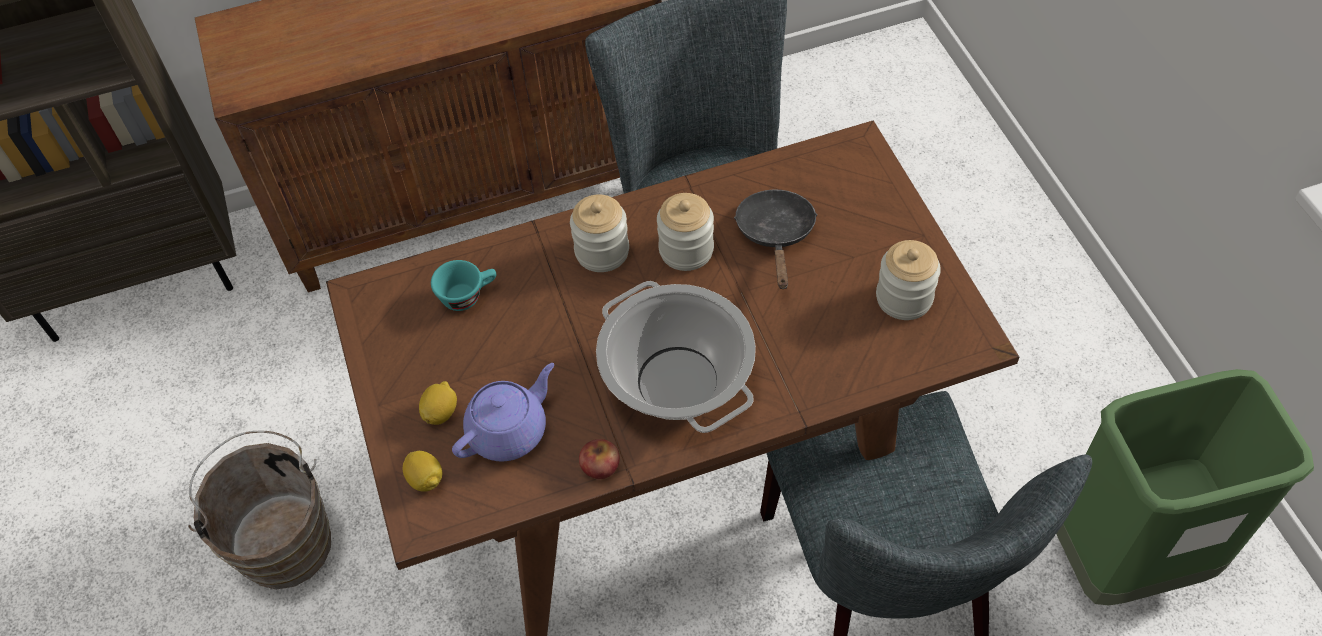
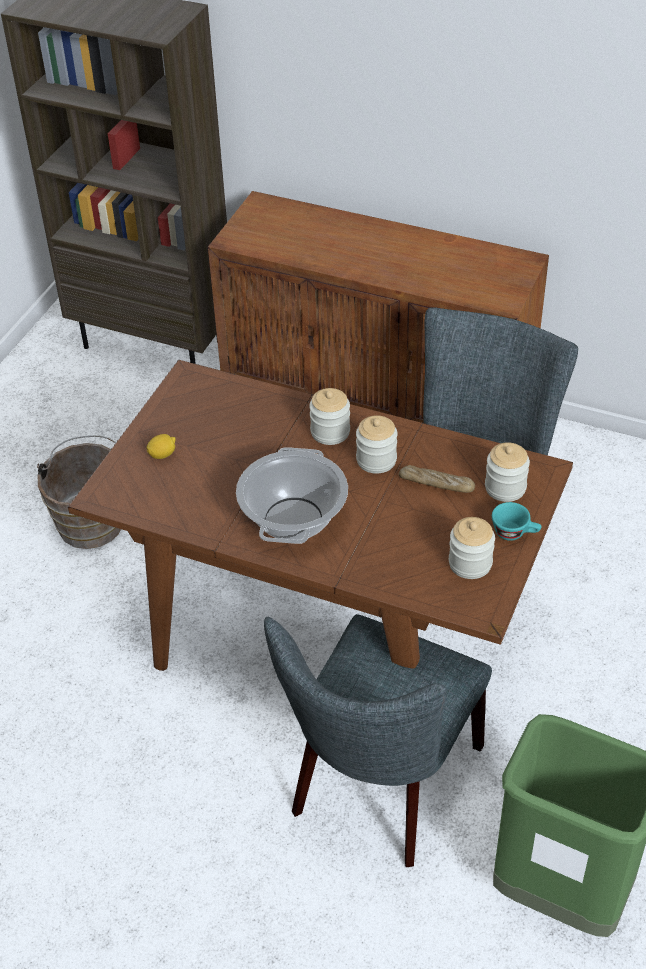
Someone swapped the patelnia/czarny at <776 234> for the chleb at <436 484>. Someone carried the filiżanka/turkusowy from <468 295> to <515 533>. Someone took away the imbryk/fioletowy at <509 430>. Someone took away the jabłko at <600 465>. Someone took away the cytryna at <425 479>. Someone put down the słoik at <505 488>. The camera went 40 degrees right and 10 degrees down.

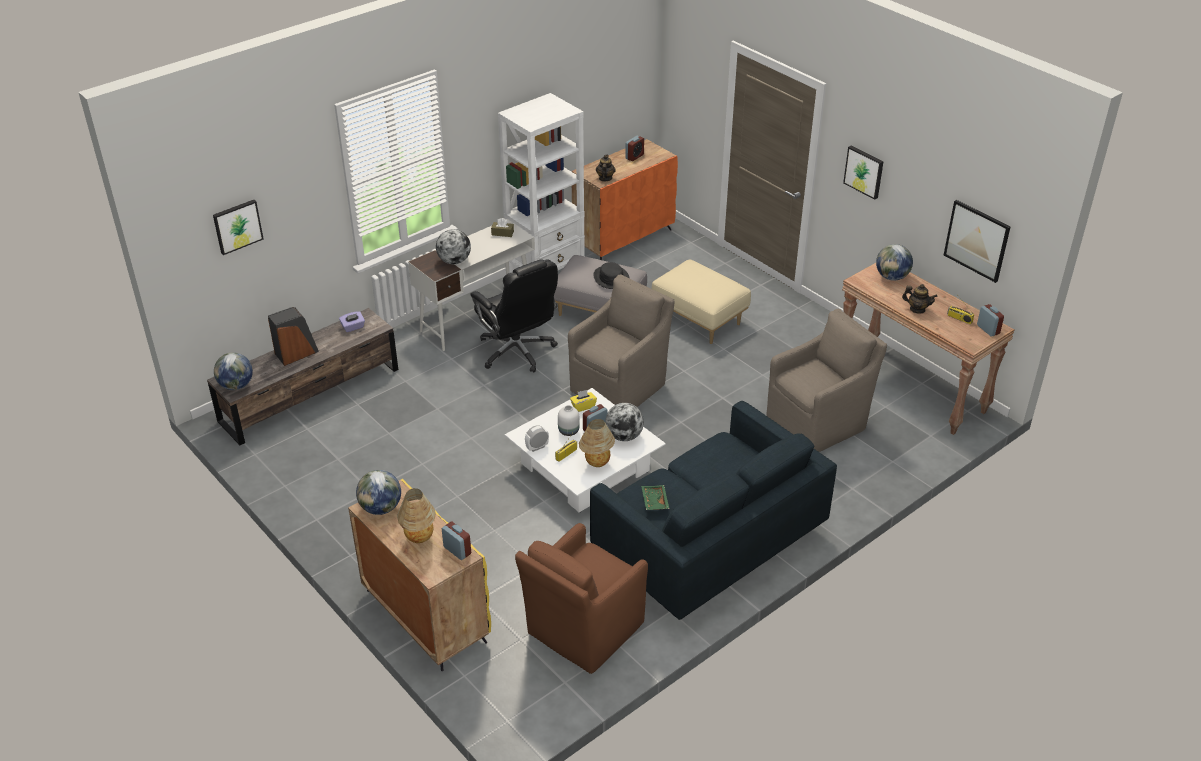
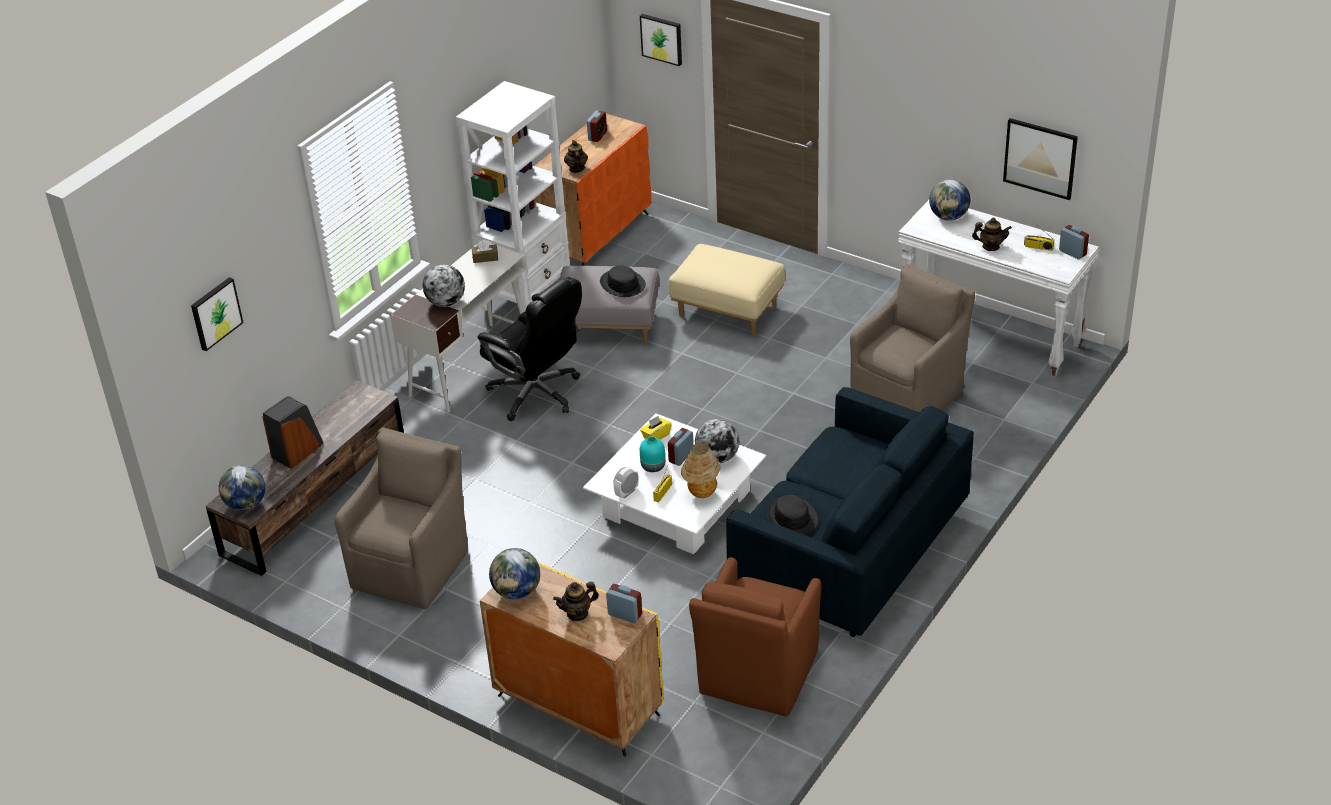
Someone carried the obraz from <864 171> to <662 39>. Someone repainted the stolik konsolowy/brązowy at <911 387>, which became the stolik konsolowy/biały at <991 335>. Someone carried the fotel/brązowy from <620 386> to <412 566>. Someone took away the pudełko chusteczek/fioletowy at <353 327>. Someone repainted the wazon/biały at <568 431>, which became the wazon/turkusowy at <652 467>. Someone swapped the taca/zielony at <654 501> for the kapelusz/czarny at <791 517>. Someone swapped the lampa stołowa at <419 539> for the imbryk at <577 613>. The camera went 15 degrees left and 0 degrees up.

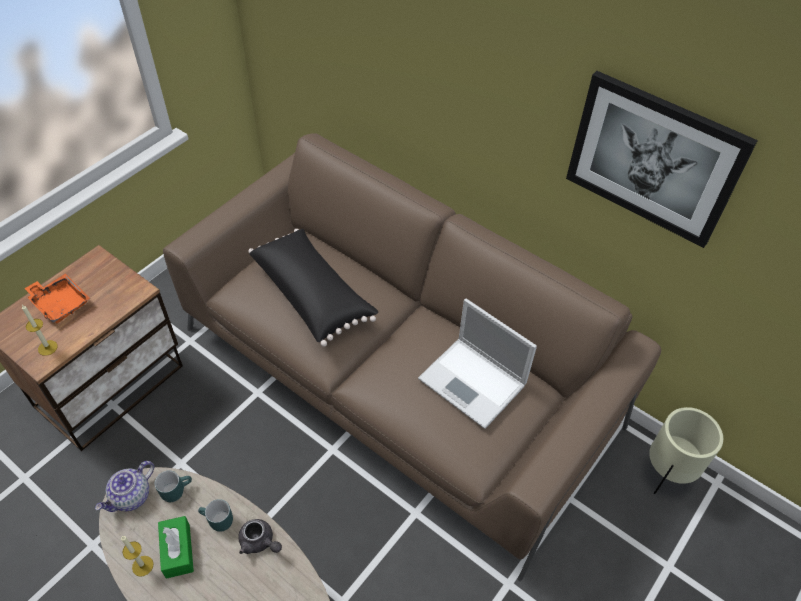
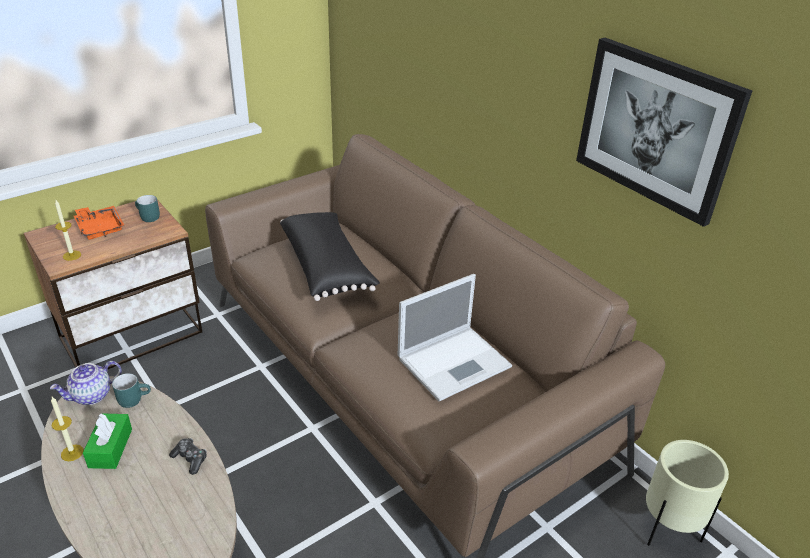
Someone rotated the laptop at <474 383> by 90 degrees counterclockwise. Someone carried the kubek/turkusowy from <217 522> to <147 217>. Someone swapped the imbryk/szary at <259 542> for the pad do gier at <190 459>. The camera went 15 degrees right and 15 degrees down.

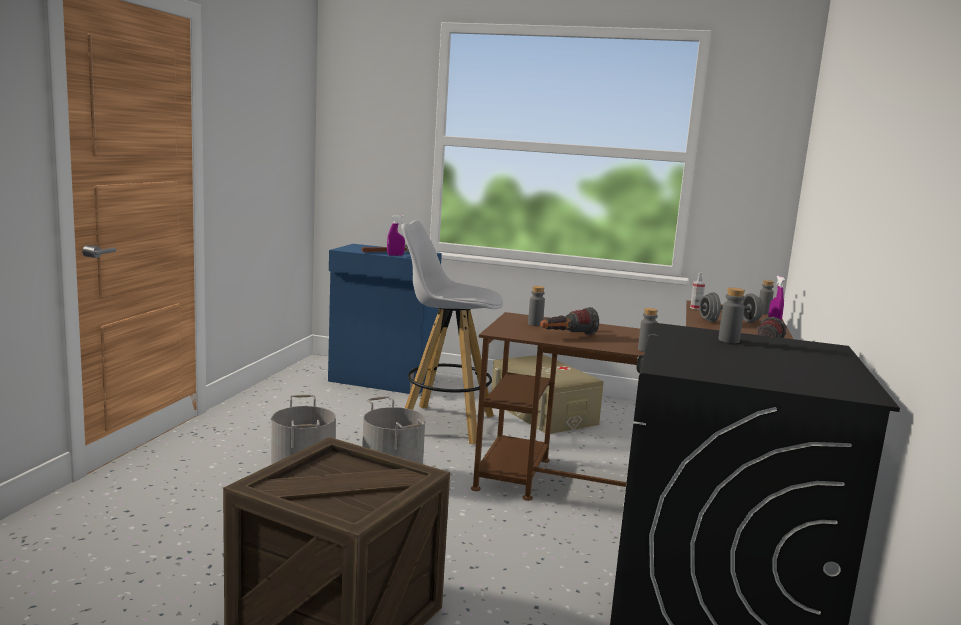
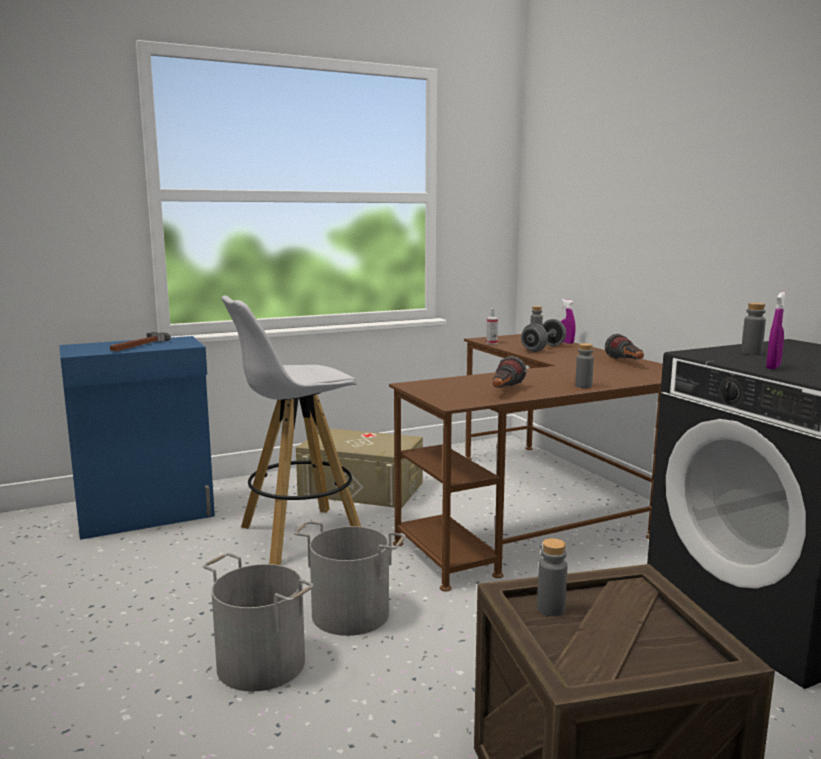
Someone carried the spryskiwacz/fioletowy from <395 255> to <773 367>. Someone carried the butelka/szary from <535 324> to <551 609>. The camera went 40 degrees left and 0 degrees up.

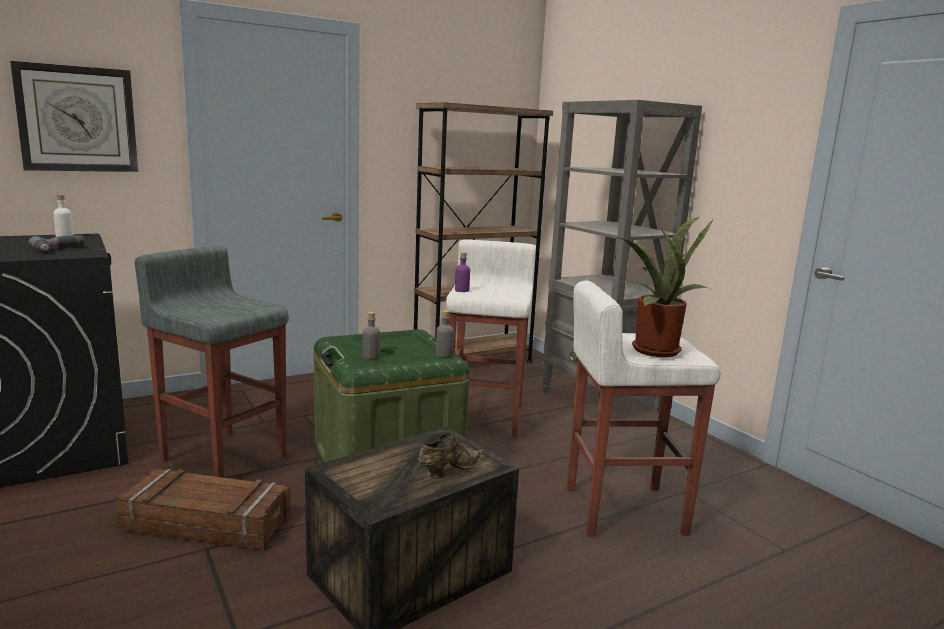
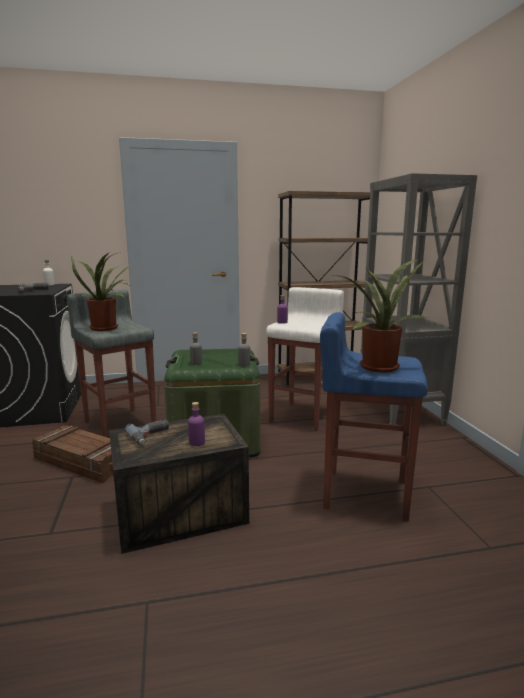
Someone took away the zegar ścienny at <77 119>. Someone repainted the stołek/biały at <621 510>, which became the stołek/niebieski at <364 493>. Someone swapped the but/brązowy at <448 471> for the butelka/fioletowy at <197 442>. Someone put down the roślina doniczkowa at <106 328>. Someone put down the wiertarka at <150 436>. The camera went 20 degrees right and 0 degrees up.

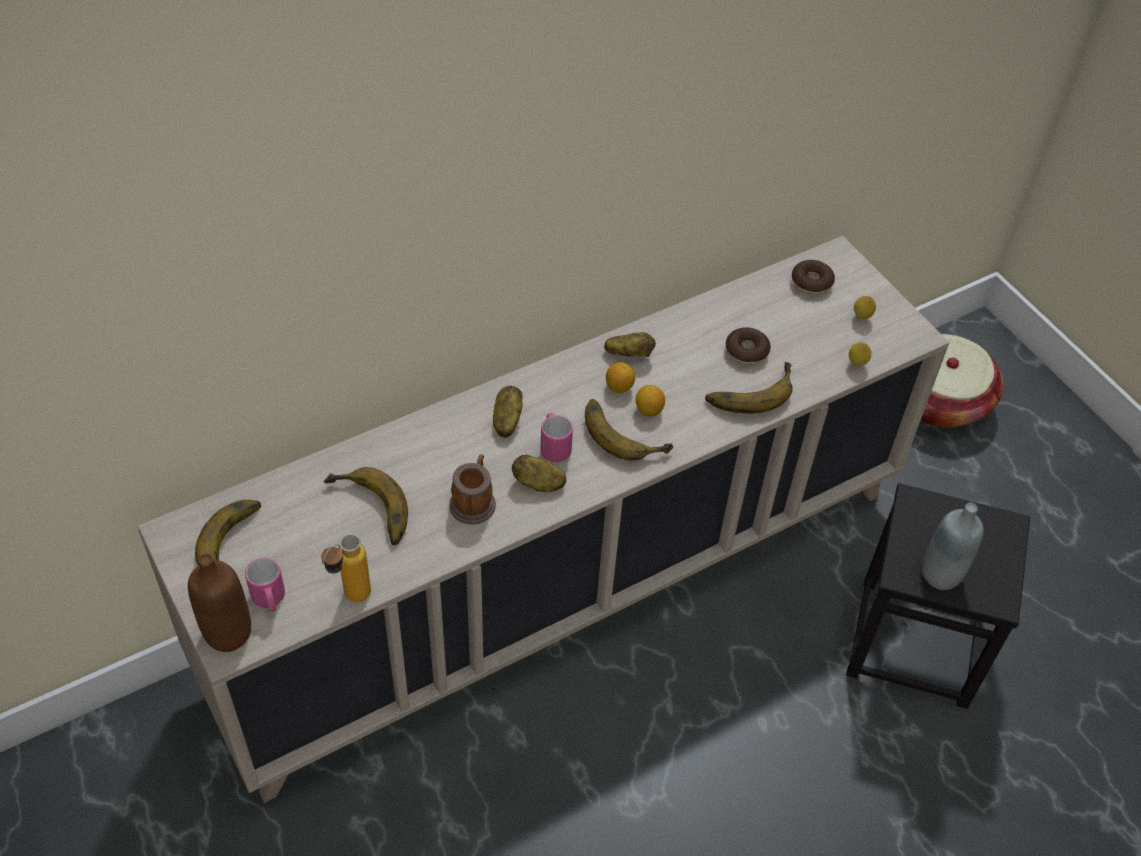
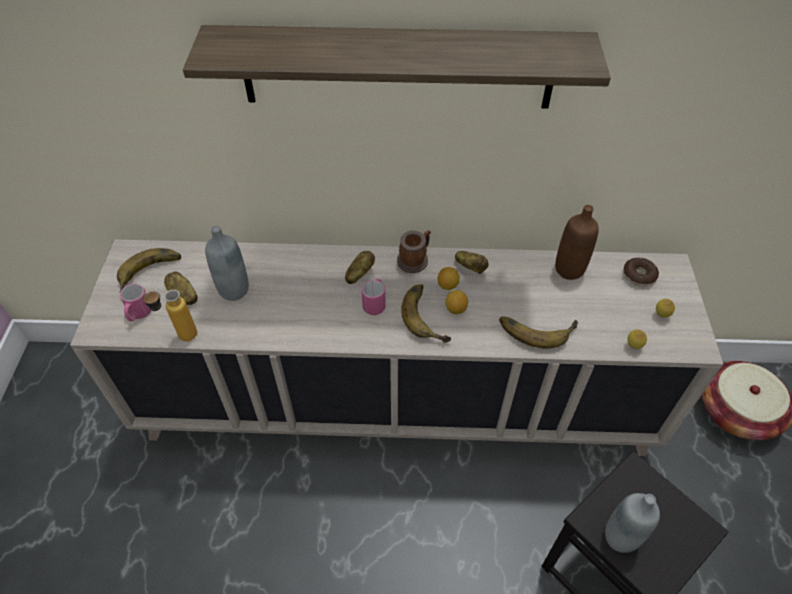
Someone took away the donut at <746 351>. Someone carried the kubek from <474 501> to <415 259>. Someone carried the ziemniak from <538 483> to <183 296>. Someone swapped the banan at <367 512> for the butelka/szary at <234 290>. Someone carried the butelka/brązowy from <228 633> to <569 269>. Someone put up the półka at <397 67>. The camera went 35 degrees right and 0 degrees up.

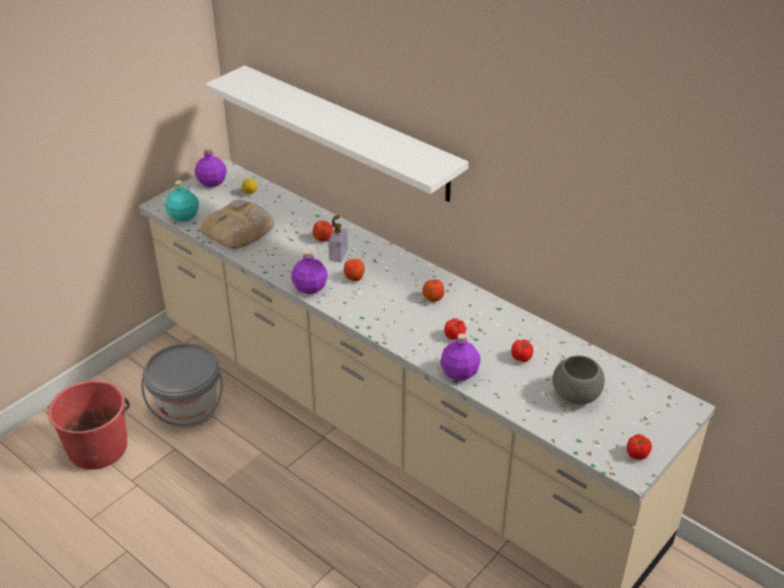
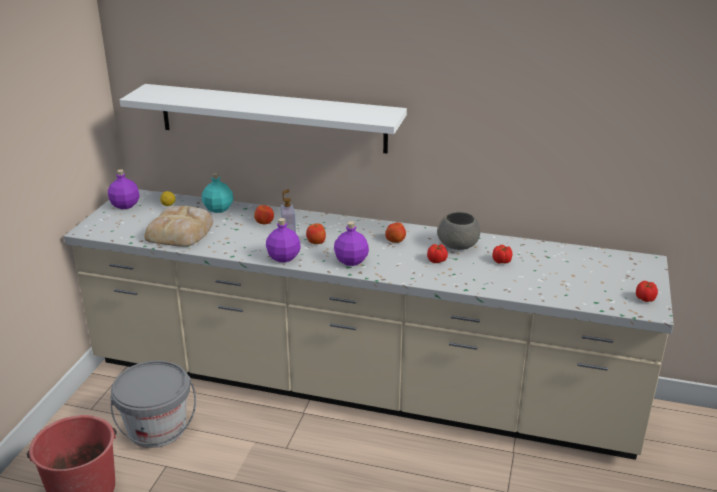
Someone carried the butelka/turkusowy from <184 216> to <218 208>. Someone carried the butelka/fioletowy from <459 372> to <351 260>. Someone carried the miska/szary from <576 395> to <458 245>. The camera went 25 degrees left and 10 degrees down.

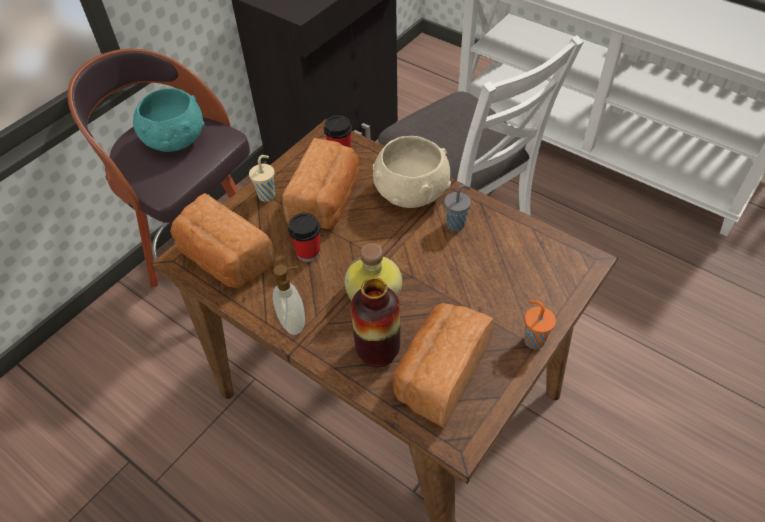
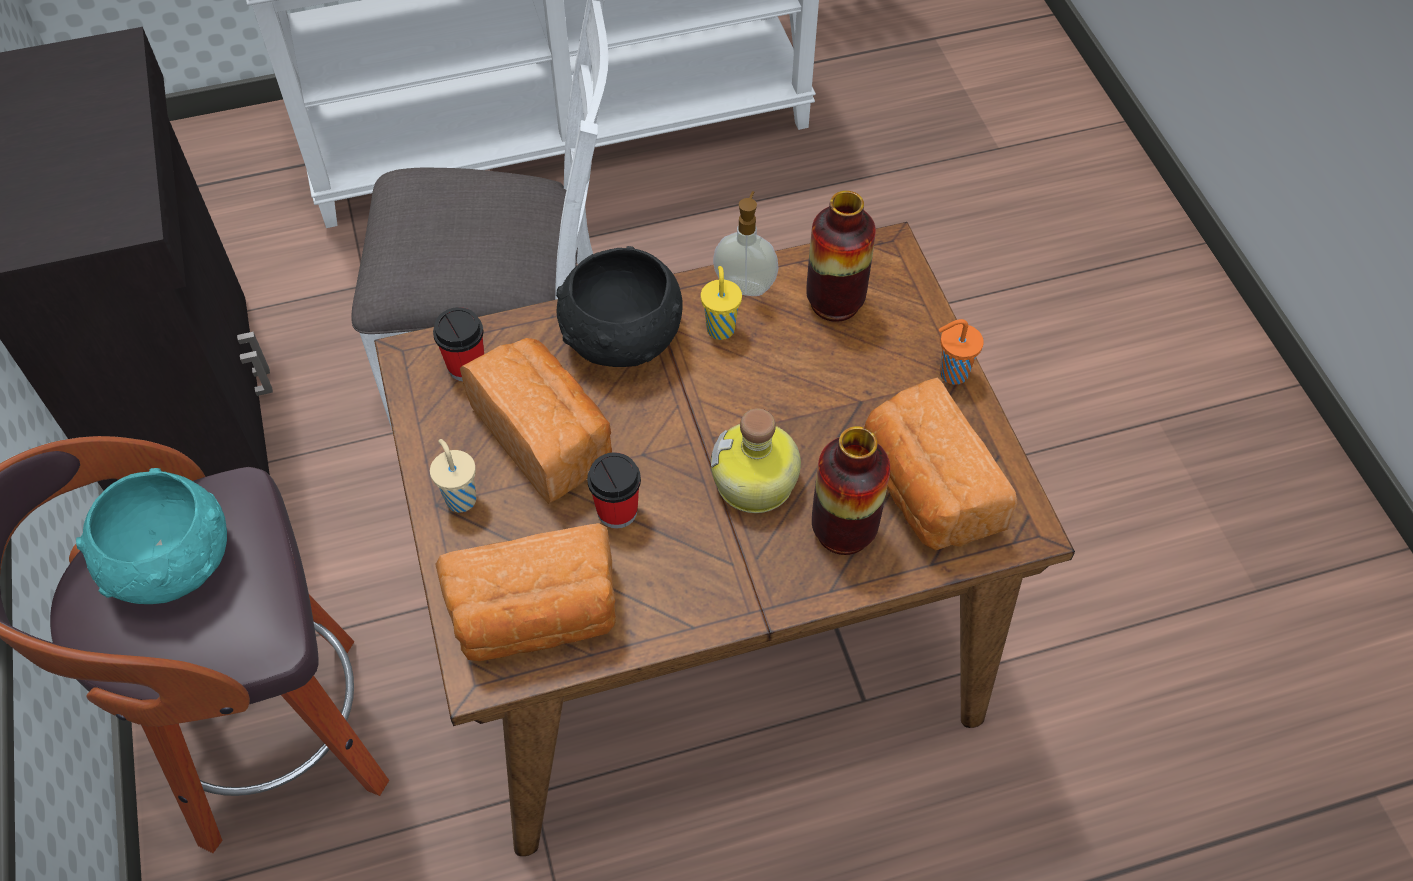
Someone repainted the miska/beżowy at <410 192>, which became the miska/czarny at <620 338>. Someone repainted the filiżanka/szary at <456 224>, which became the filiżanka/żółty at <720 327>. Someone carried the dozownik mydła from <294 322> to <745 285>. Someone put down the wazon at <835 302>. The camera went 55 degrees left and 5 degrees up.

